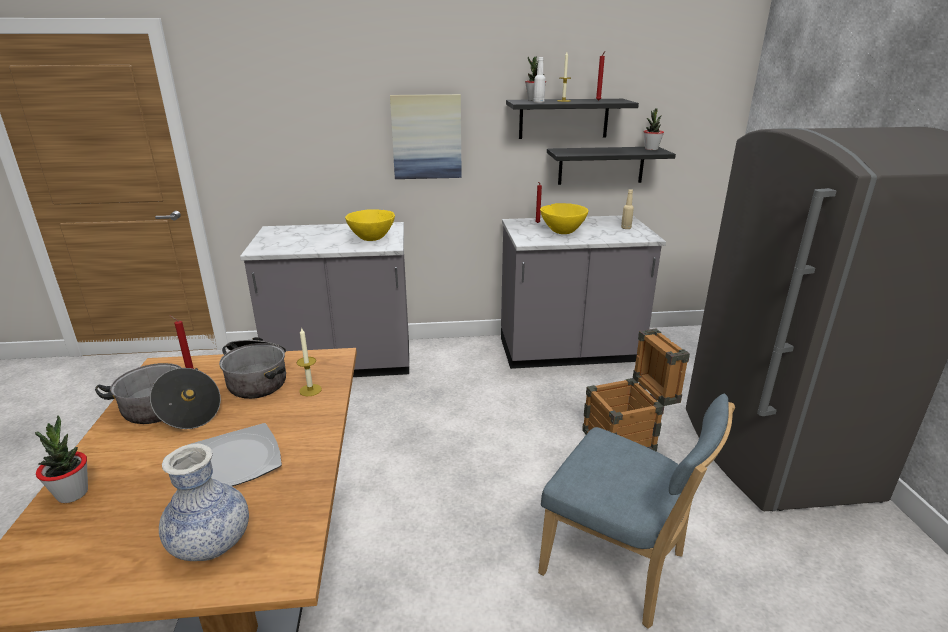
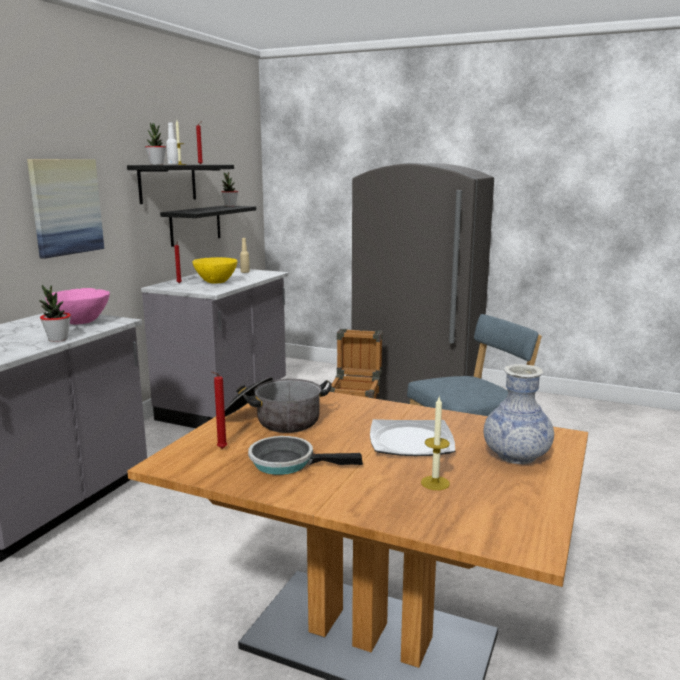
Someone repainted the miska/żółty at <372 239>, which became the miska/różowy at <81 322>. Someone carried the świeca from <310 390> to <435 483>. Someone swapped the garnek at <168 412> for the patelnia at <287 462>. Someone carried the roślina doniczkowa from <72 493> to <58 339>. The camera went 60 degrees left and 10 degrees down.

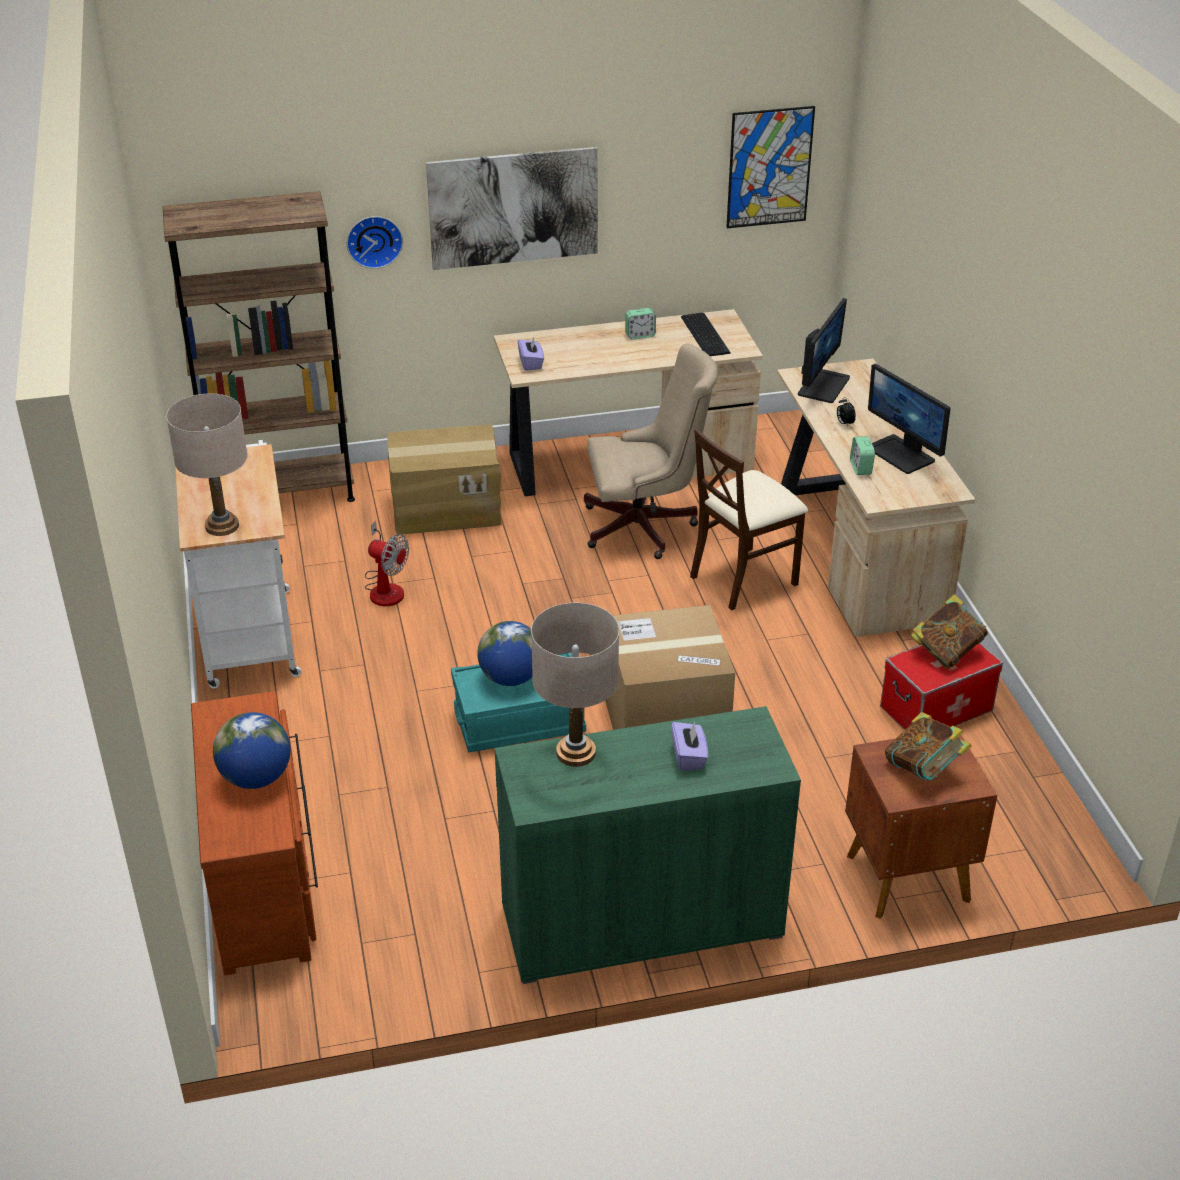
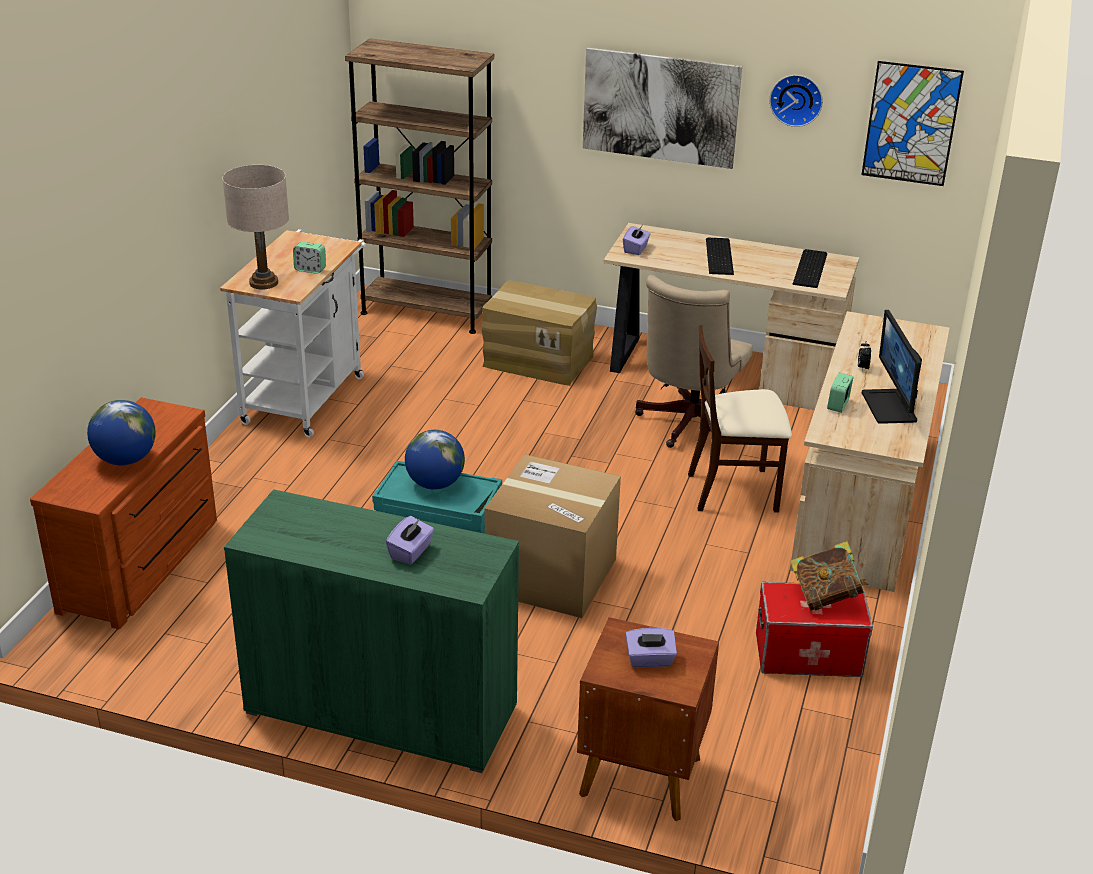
Someone carried the zegar ścienny from <374 240> to <796 99>. Someone took away the monitor at <822 385>. Someone carried the budzik from <640 335> to <310 269>. Someone rotated the krzesło biurowe/beżowy at <646 527> by 90 degrees clockwise. Someone took away the wentylator at <385 587>. Someone took away the lampa stołowa/beżowy at <576 752>. Someone swapped the książka at <924 769> for the pudełko chusteczek/fioletowy at <650 660>. Someone put down the klawiatura at <720 256>. The camera went 30 degrees right and 5 degrees down.

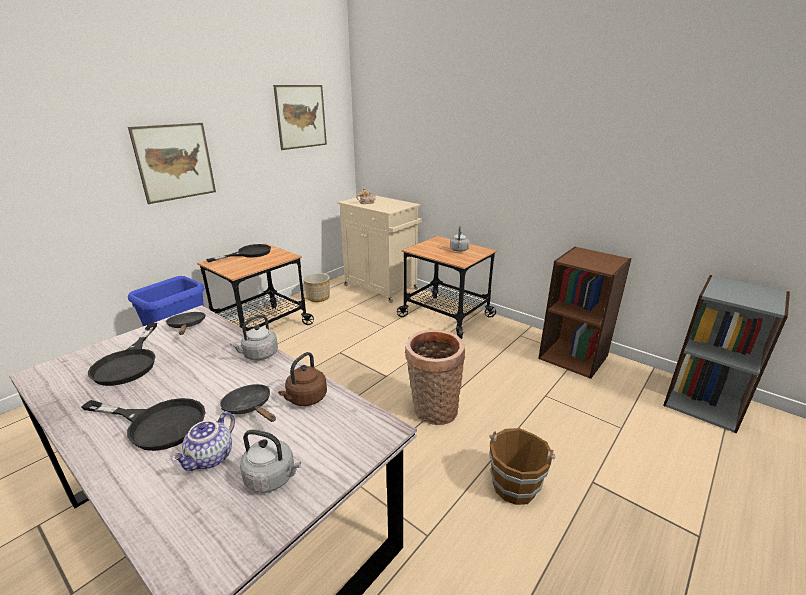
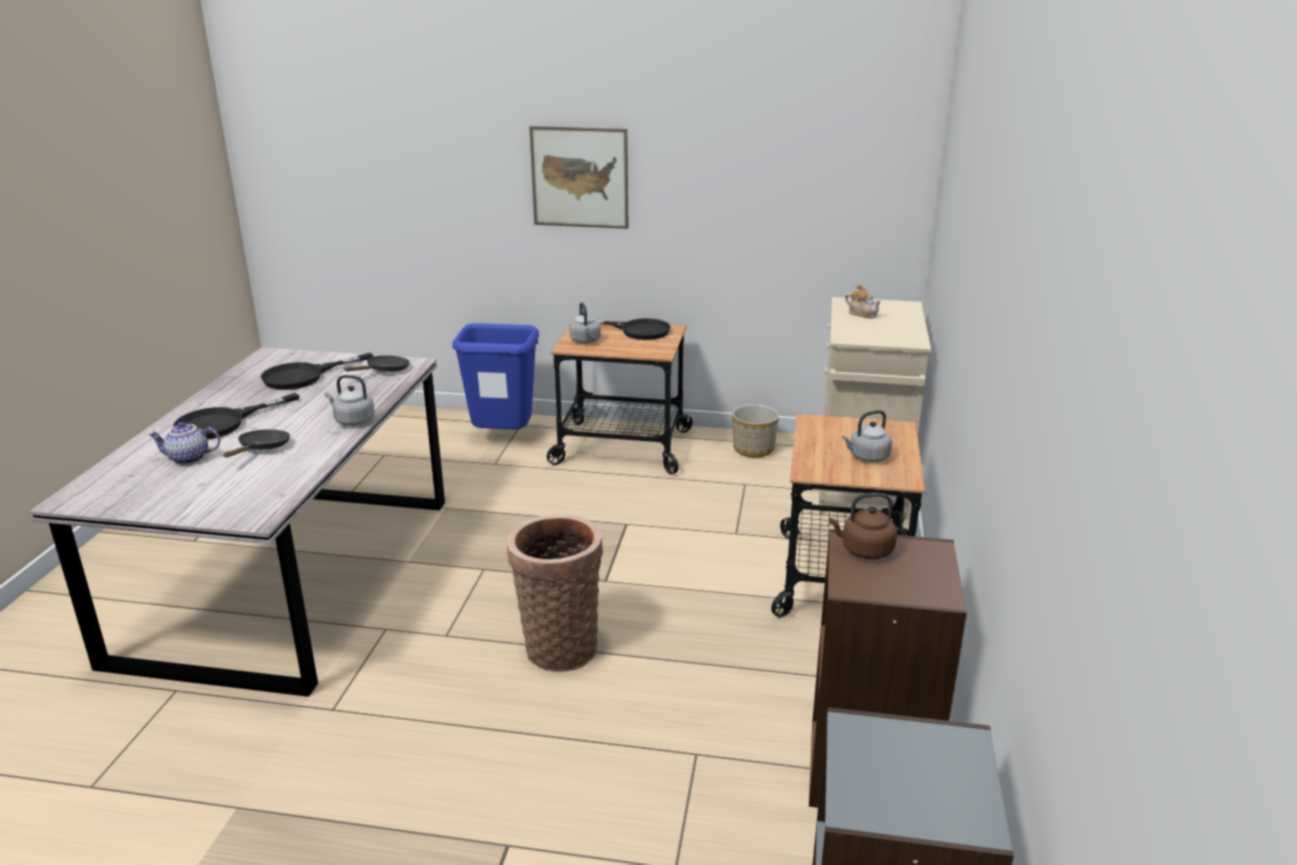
Someone took away the obraz at <301 117>. Someone carried the czajnik/brązowy from <305 399> to <864 550>. Someone rotated the patelnia/czarny at <157 424> by 60 degrees clockwise. Someone took away the wiadro/brązowy at <515 484>. Someone carried the czajnik/szary from <272 478> to <585 341>. The camera went 60 degrees right and 0 degrees up.

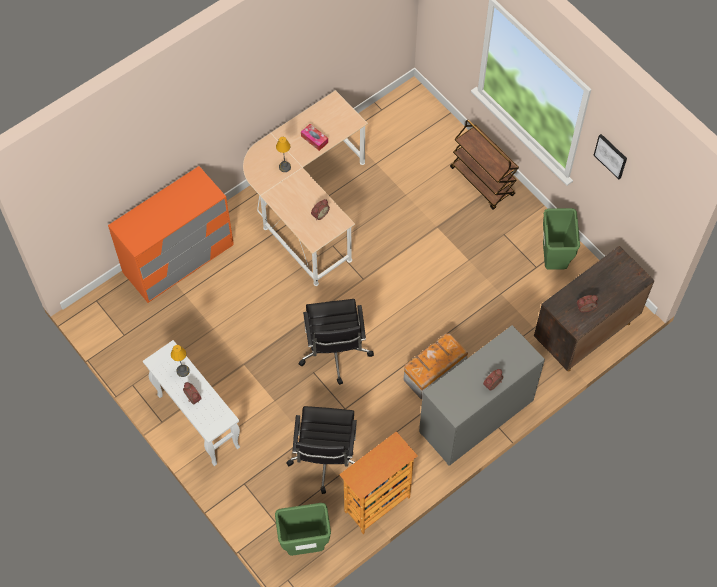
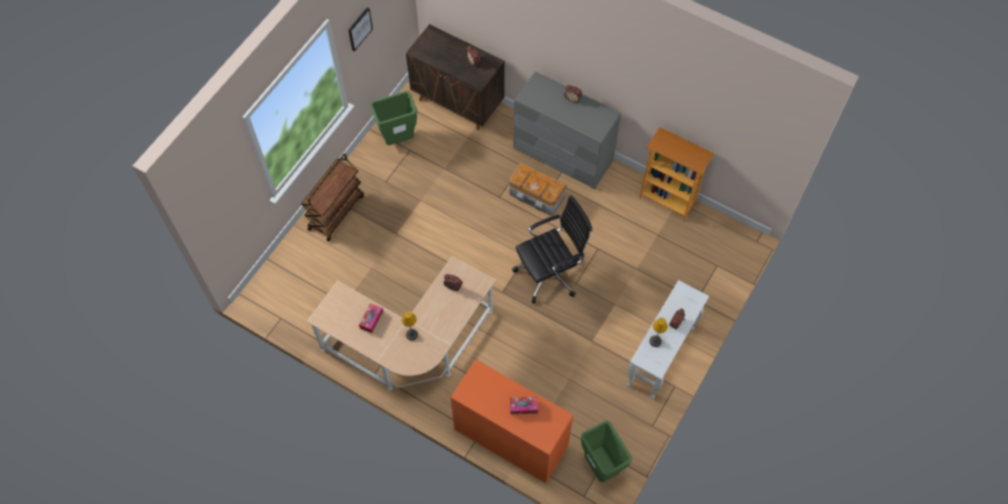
Someone took away the krzesło biurowe/czarny at <326 458>. Someone carried the kosz na śmieci/zielony from <304 545> to <601 467>. Someone put down the pudełko chusteczek at <523 407>. The camera went 110 degrees left and 0 degrees up.

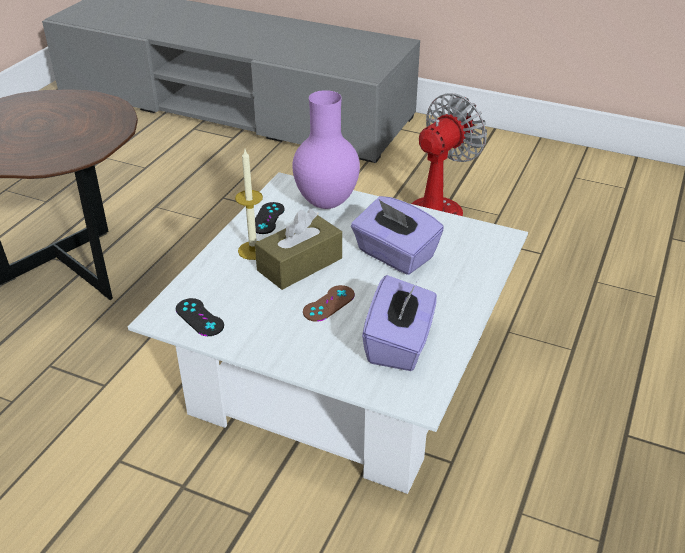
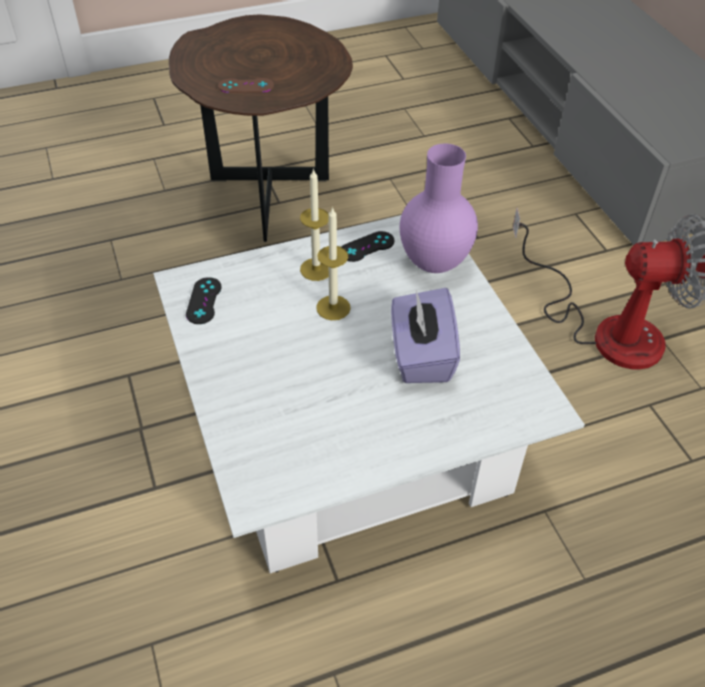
Someone swapped the pudełko chusteczek/brązowy at <300 264> for the świeca at <333 307>. Someone took away the pudełko chusteczek/fioletowy at <399 344>. Someone carried the pad do gier/brązowy from <329 303> to <246 86>. The camera went 45 degrees right and 10 degrees up.

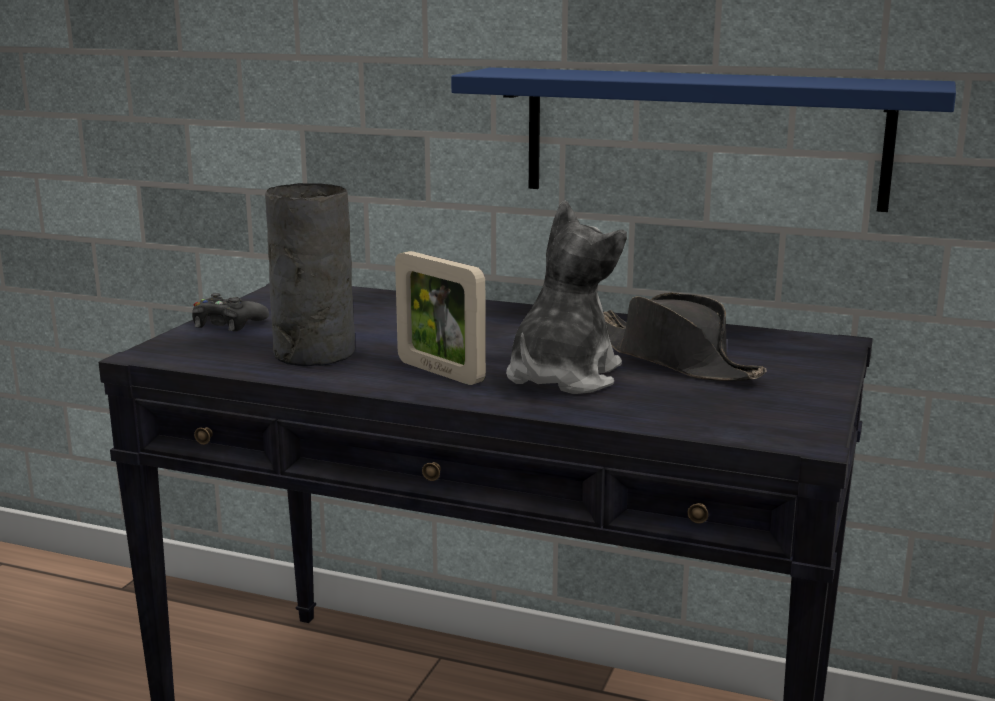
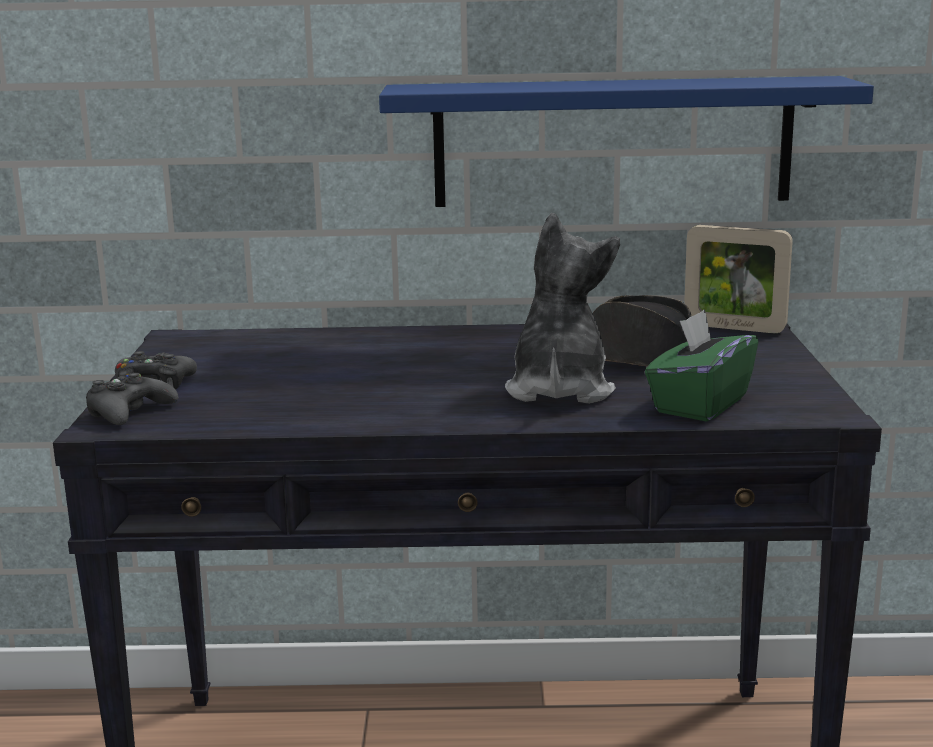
Someone took away the wazon/szary at <312 354>. Someone carried the ramka na zdjęcie from <440 372> to <734 328>. Someone put down the pudełko chusteczek/zielony at <699 404>. Someone put down the pad do gier/czarny at <129 412>. The camera went 20 degrees left and 0 degrees up.

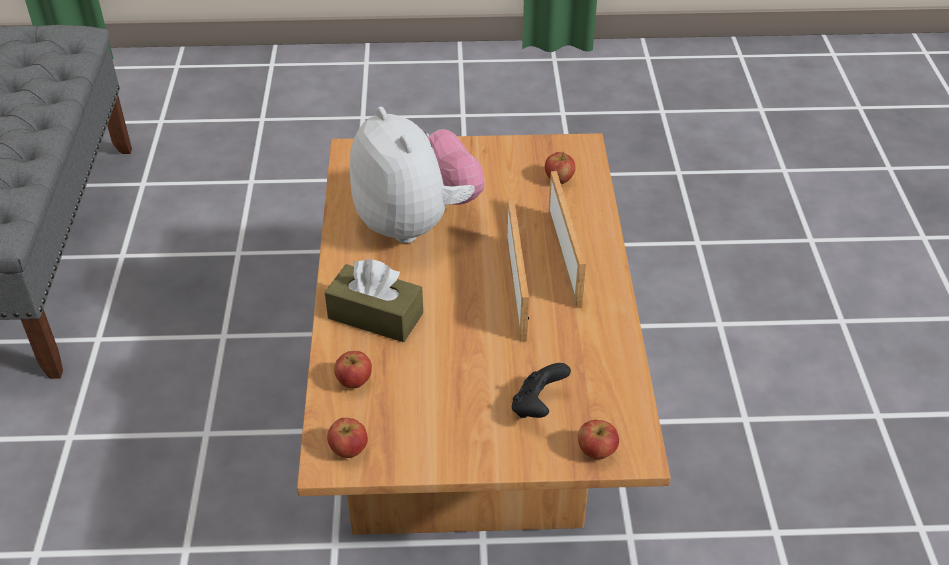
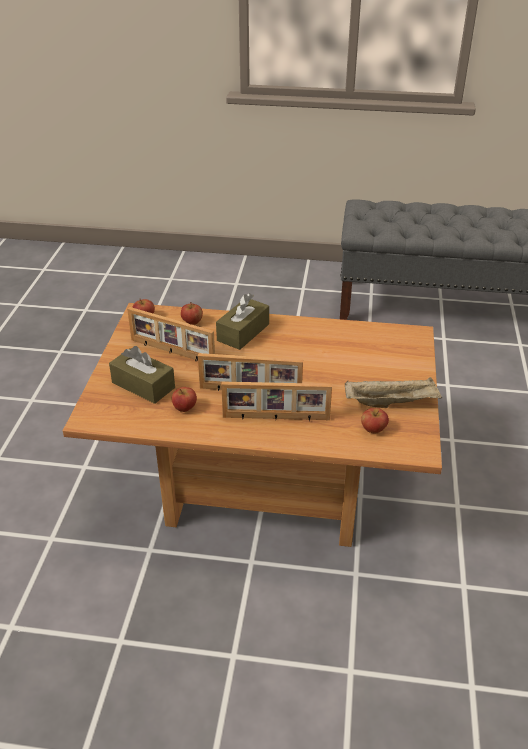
Someone took away the pluszak at <416 223>. Someone swapped the pad do gier/czarny at <537 406> for the pudełko chusteczek/brązowy at <143 385>. Someone carried the jabłko from <596 451> to <185 408>. Someone put down the ramka na zdjęcie at <171 352>. Someone put down the taca/beżowy at <391 402>. The camera went 100 degrees right and 5 degrees down.

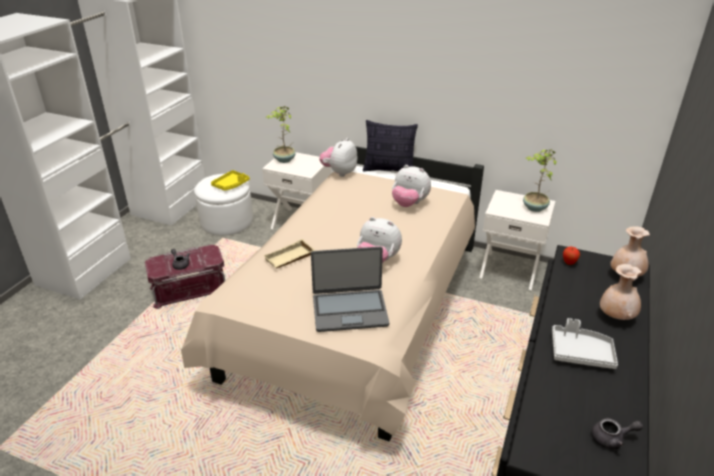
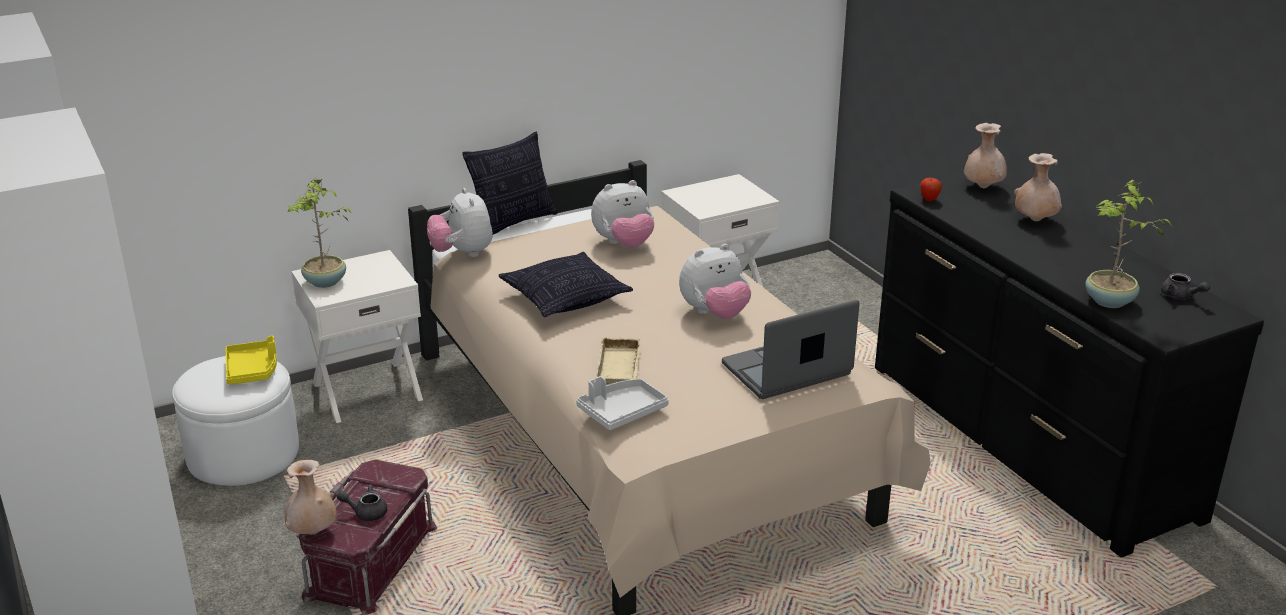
Someone carried the roślina doniczkowa from <534 208> to <1109 302>. Someone rotated the laptop at <349 310> by 150 degrees counterclockwise. Someone carried the taca/szary from <580 353> to <621 412>. Someone rotated the imbryk/szary at <612 439> by 105 degrees clockwise. Someone put down the poduszka at <565 299>. Someone put down the wazon/beżowy at <313 532>. The camera went 50 degrees left and 5 degrees down.

